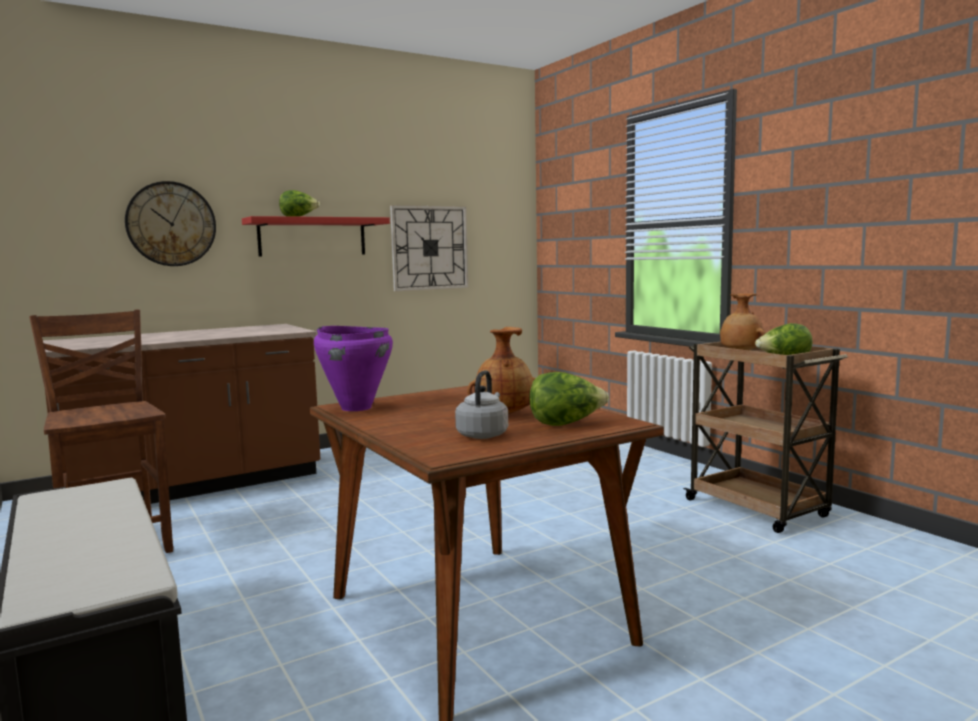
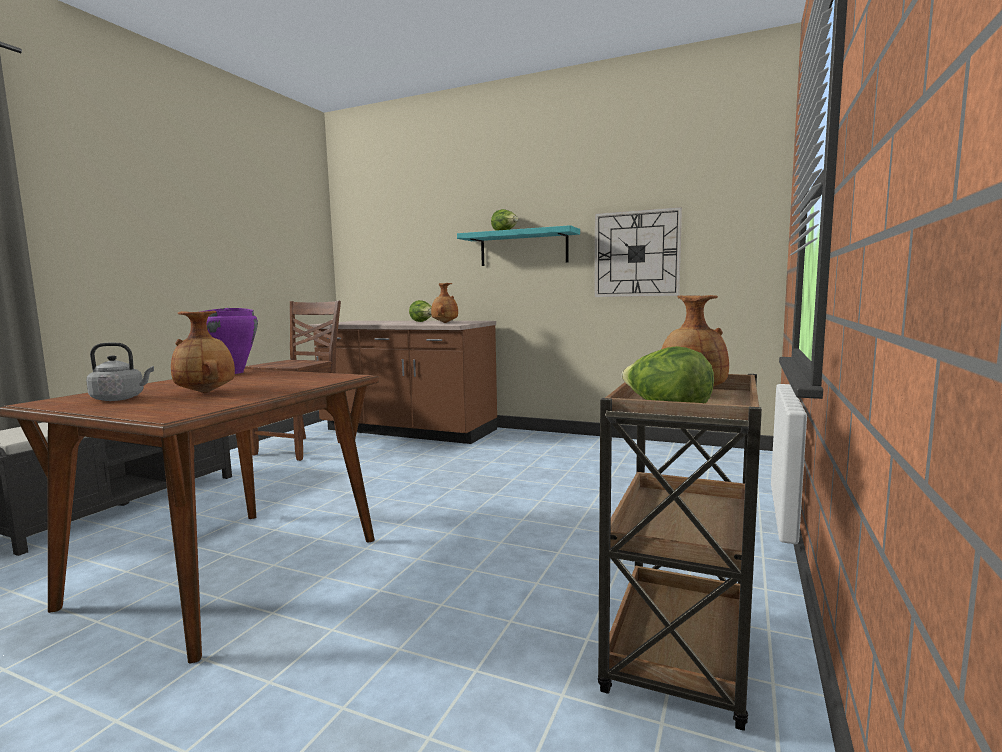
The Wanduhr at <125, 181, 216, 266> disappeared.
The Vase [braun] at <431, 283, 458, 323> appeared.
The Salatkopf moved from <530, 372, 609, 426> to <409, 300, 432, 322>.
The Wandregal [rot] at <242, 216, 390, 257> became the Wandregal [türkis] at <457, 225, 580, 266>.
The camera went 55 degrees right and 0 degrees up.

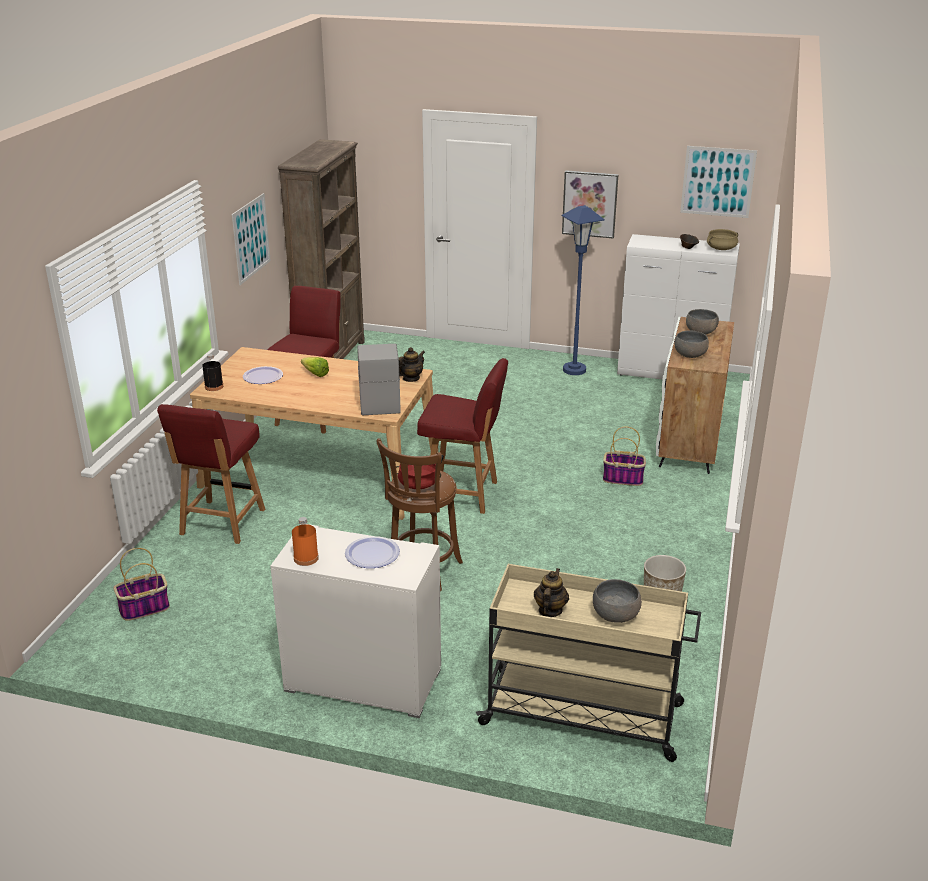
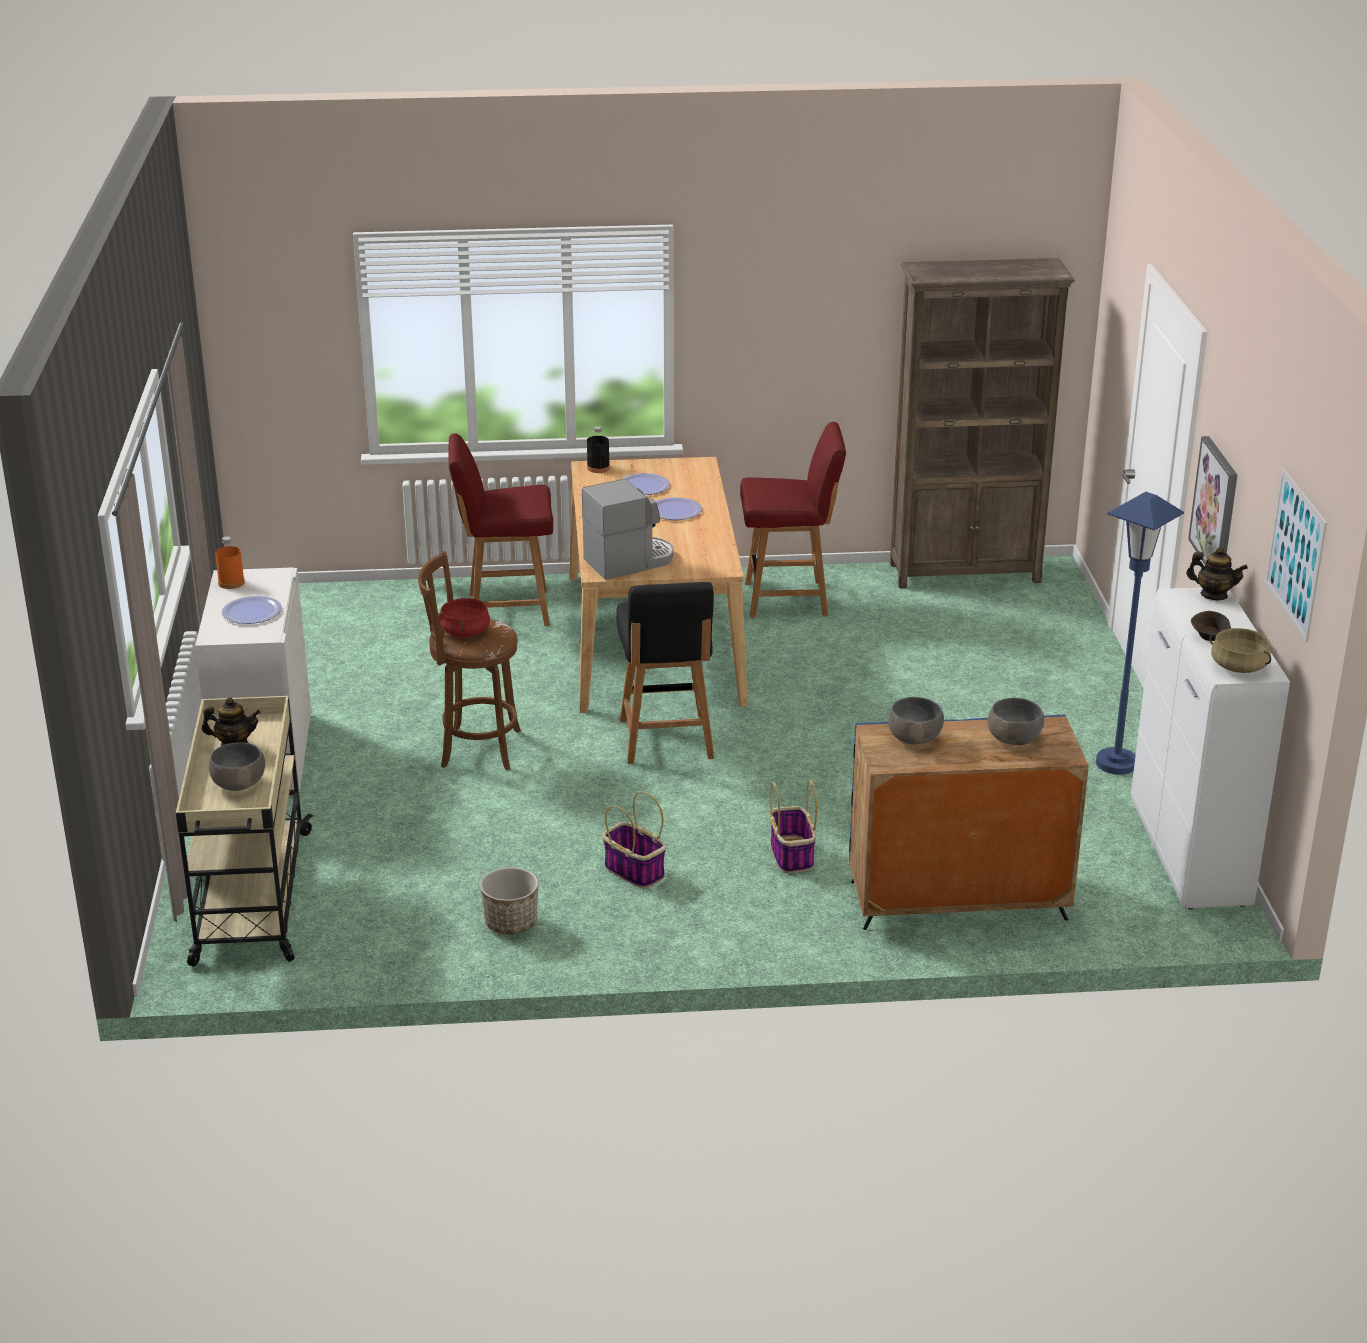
The Bild at <232, 193, 271, 285> disappeared.
The Korb moved from <114, 548, 170, 621> to <602, 791, 666, 888>.
The Teekanne moved from <399, 347, 425, 382> to <1186, 547, 1248, 600>.
The Salatkopf at <301, 357, 329, 377> was replaced by the Teller at <656, 497, 702, 520>.
The Stuhl [rot] at <417, 358, 508, 514> became the Stuhl [schwarz] at <616, 582, 714, 764>.
The Schrank [weiß] at <656, 317, 734, 474> became the Schrank [blau] at <849, 714, 1089, 930>.
The camera went 70 degrees right and 0 degrees up.

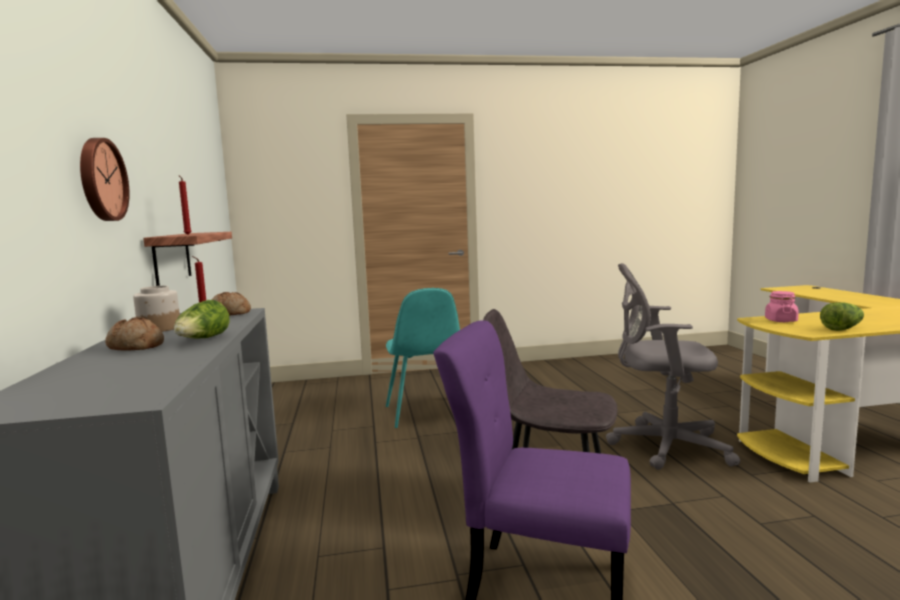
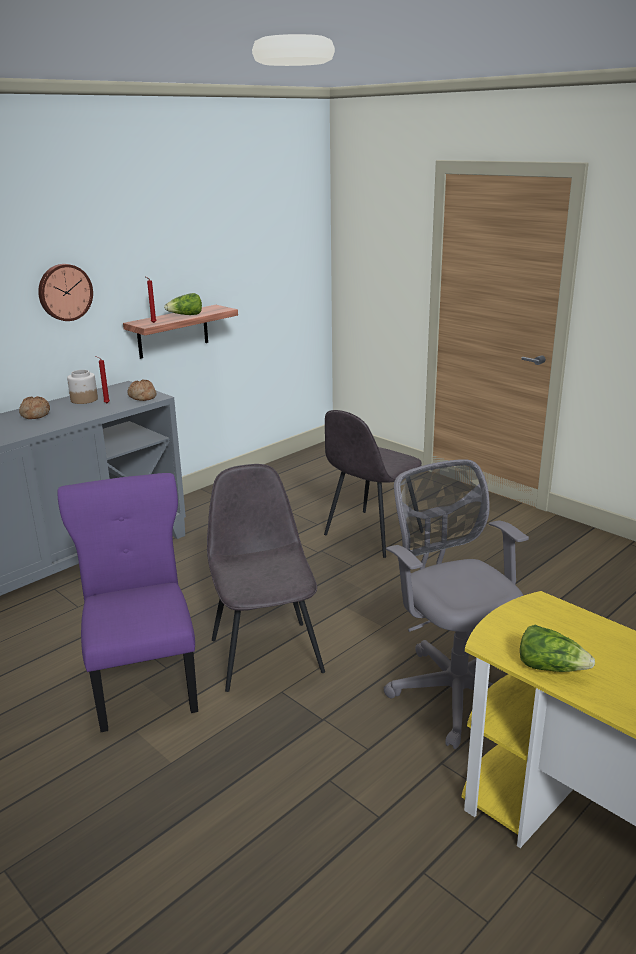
The Vorratsglas [rosa] at <765, 291, 799, 322> disappeared.
The Salatkopf moved from <174, 300, 230, 338> to <164, 293, 202, 315>.
The Stuhl [türkis] at <386, 288, 460, 428> became the Stuhl [grau] at <324, 410, 423, 558>.
The camera went 55 degrees right and 15 degrees up.

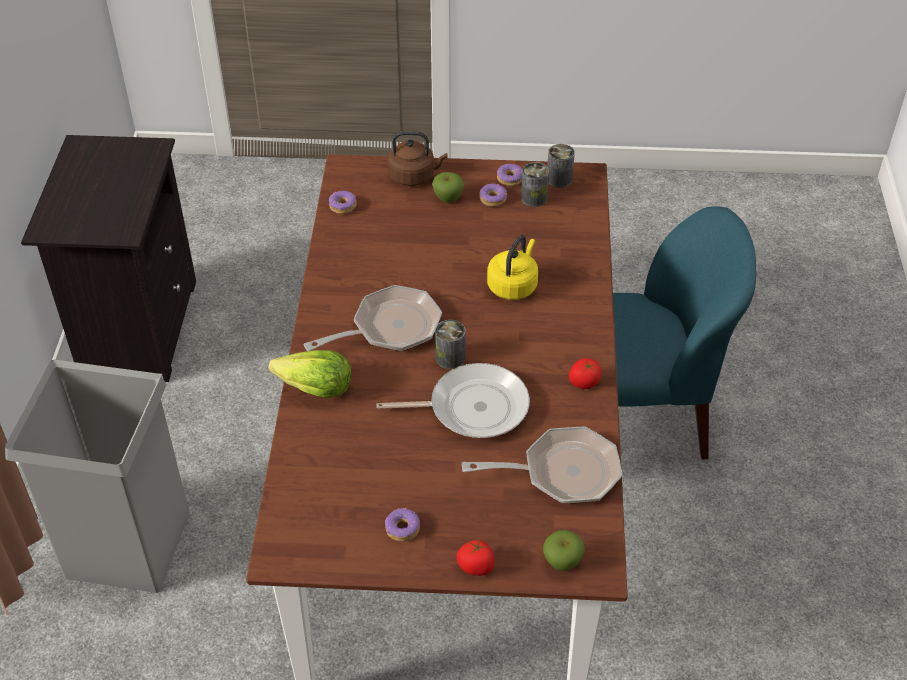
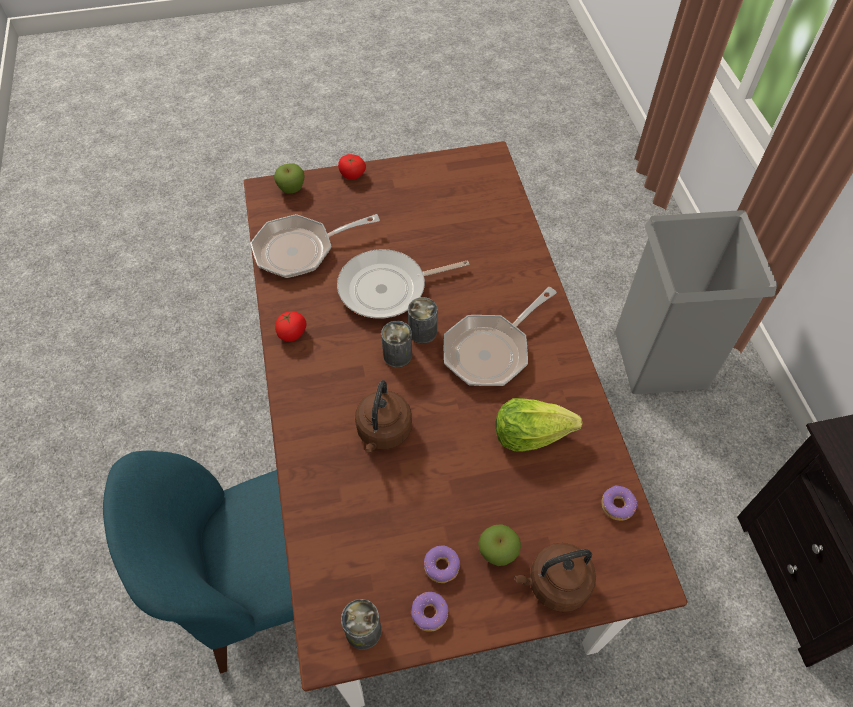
The Donut at <385, 508, 420, 542> disappeared.
The Salatkopf moved from <268, 350, 352, 398> to <496, 398, 583, 452>.
The Dose moved from <521, 162, 549, 207> to <381, 321, 412, 367>.
The Wasserkessel [gelb] at <487, 235, 538, 300> became the Wasserkessel [braun] at <355, 380, 412, 452>.
The camera went 165 degrees right and 10 degrees up.

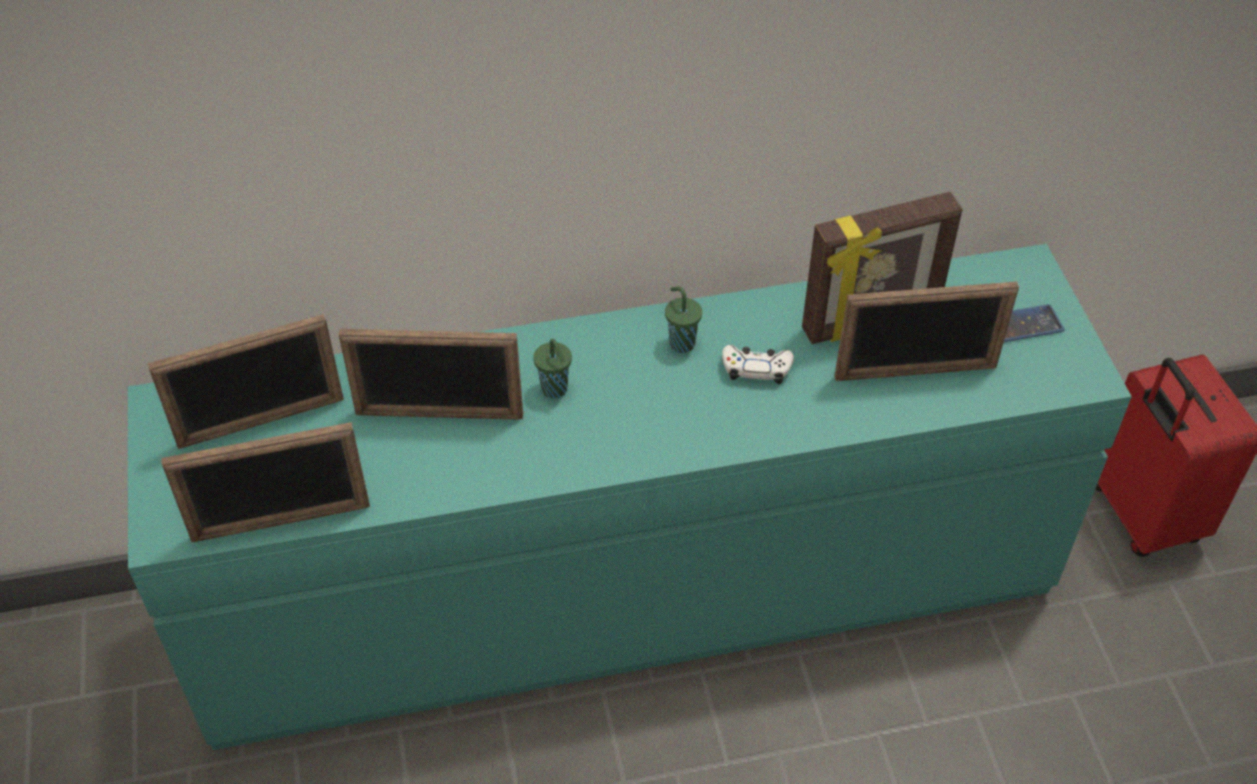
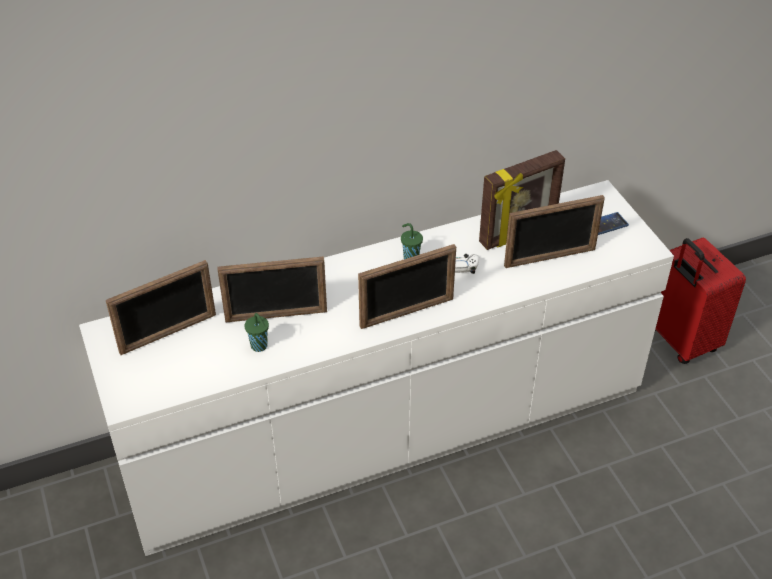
The Bilderrahmen moved from <161, 422, 370, 542> to <358, 244, 456, 329>.
The Tasse [grün] moved from <533, 339, 572, 398> to <244, 313, 269, 352>.
The Kommode [türkis] at <128, 244, 1132, 750> became the Kommode [weiß] at <79, 180, 674, 556>.
The camera went 10 degrees left and 5 degrees down.

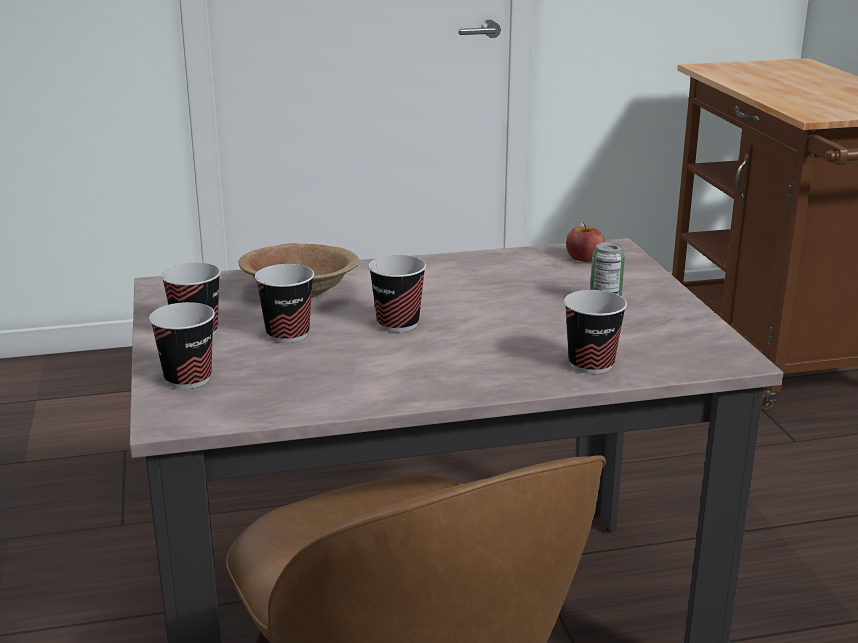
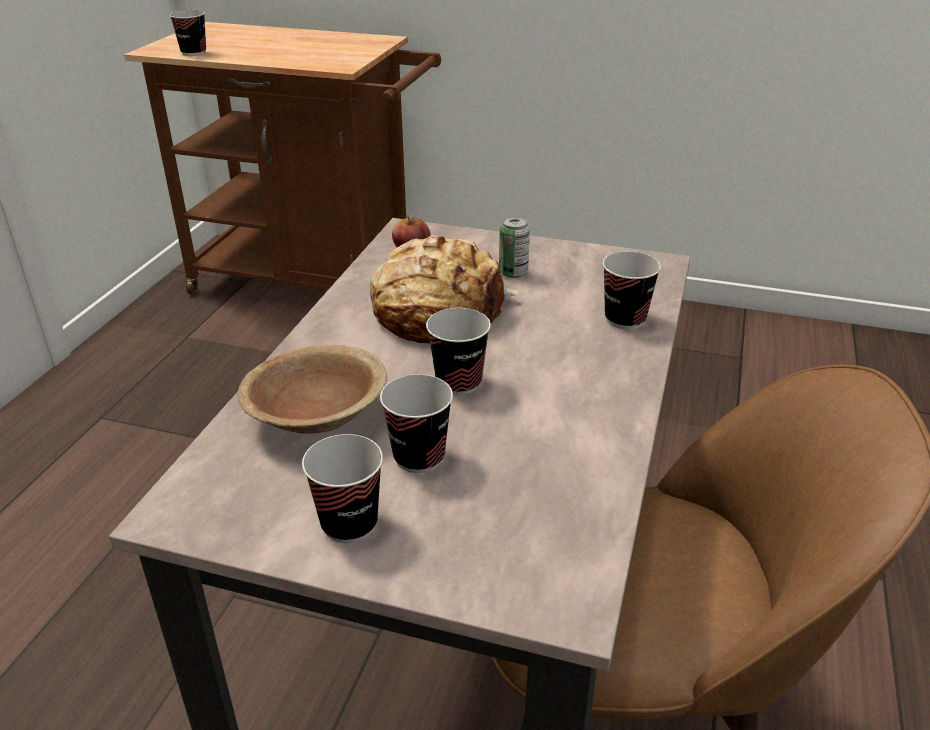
The Brot at <370, 235, 519, 343> appeared.
The Tasse moved from <149, 302, 215, 389> to <169, 10, 206, 56>.
The camera went 60 degrees left and 10 degrees up.

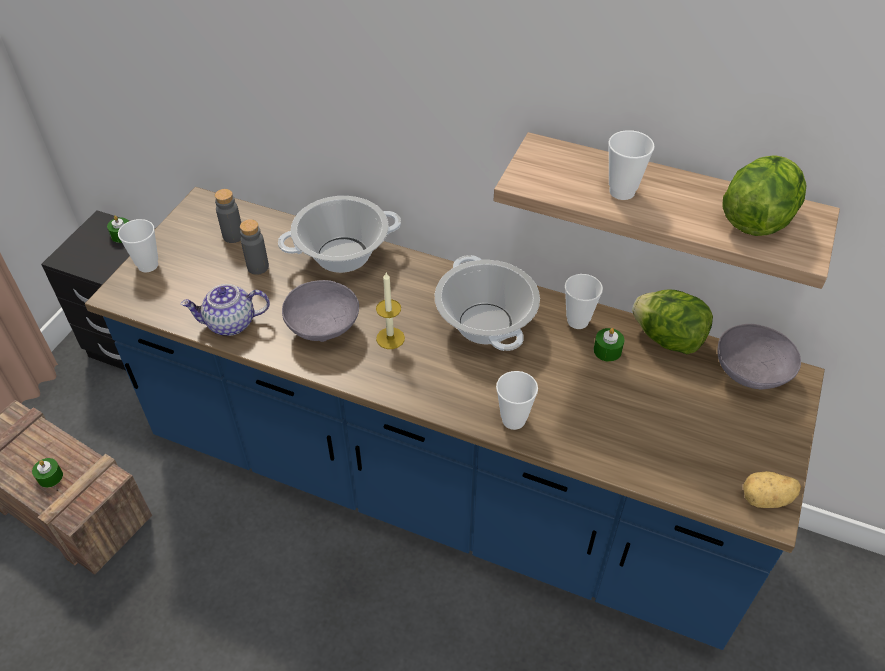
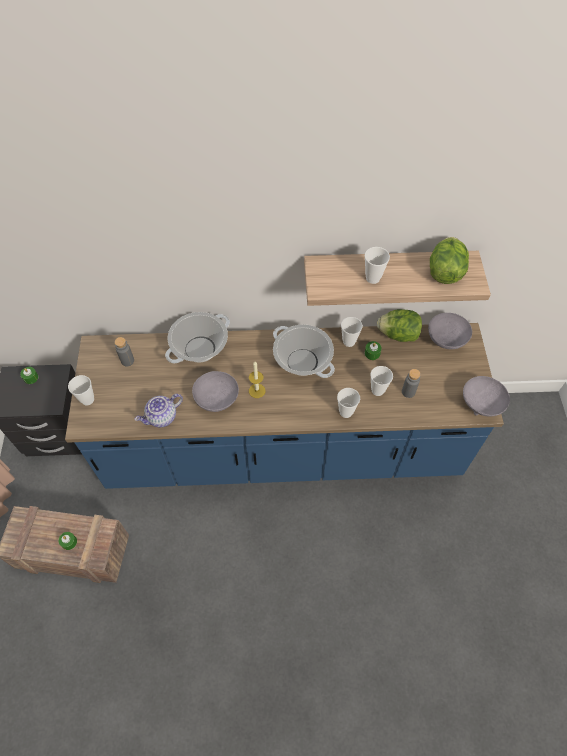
The Tasse at <370, 366, 393, 396> appeared.
The Flasche [grau] moved from <240, 219, 269, 275> to <402, 369, 421, 398>.
The Kartoffel at <743, 471, 801, 508> was replaced by the Schüssel [grau] at <463, 376, 510, 417>.
The camera went 25 degrees left and 10 degrees up.

